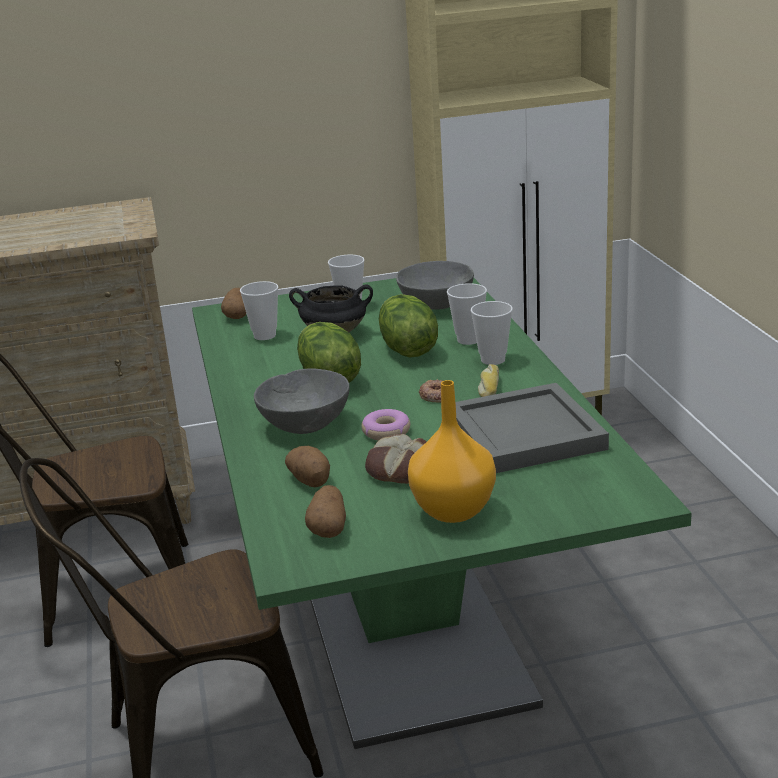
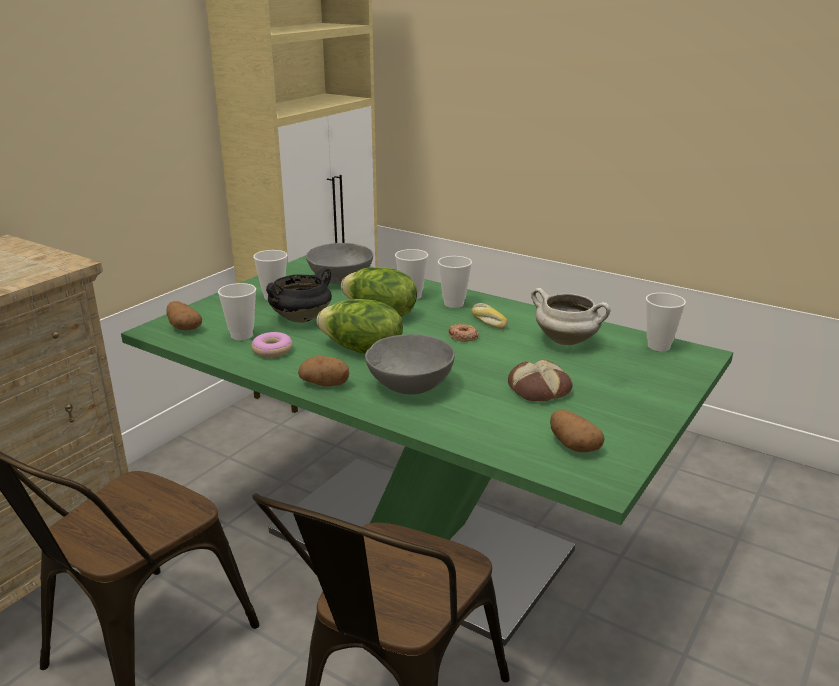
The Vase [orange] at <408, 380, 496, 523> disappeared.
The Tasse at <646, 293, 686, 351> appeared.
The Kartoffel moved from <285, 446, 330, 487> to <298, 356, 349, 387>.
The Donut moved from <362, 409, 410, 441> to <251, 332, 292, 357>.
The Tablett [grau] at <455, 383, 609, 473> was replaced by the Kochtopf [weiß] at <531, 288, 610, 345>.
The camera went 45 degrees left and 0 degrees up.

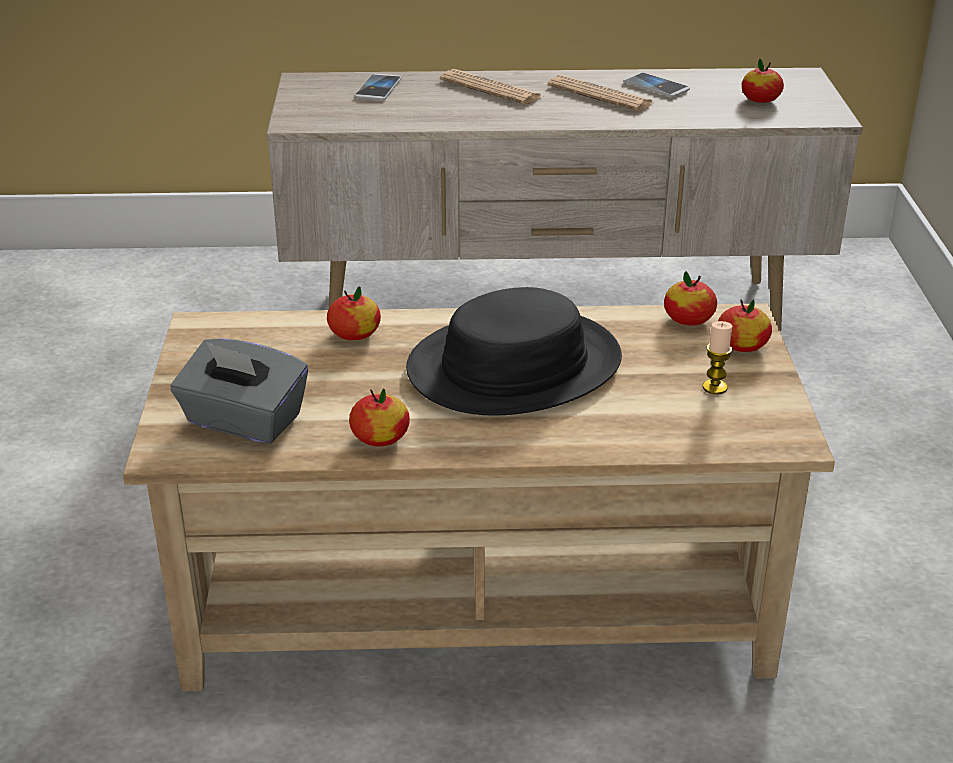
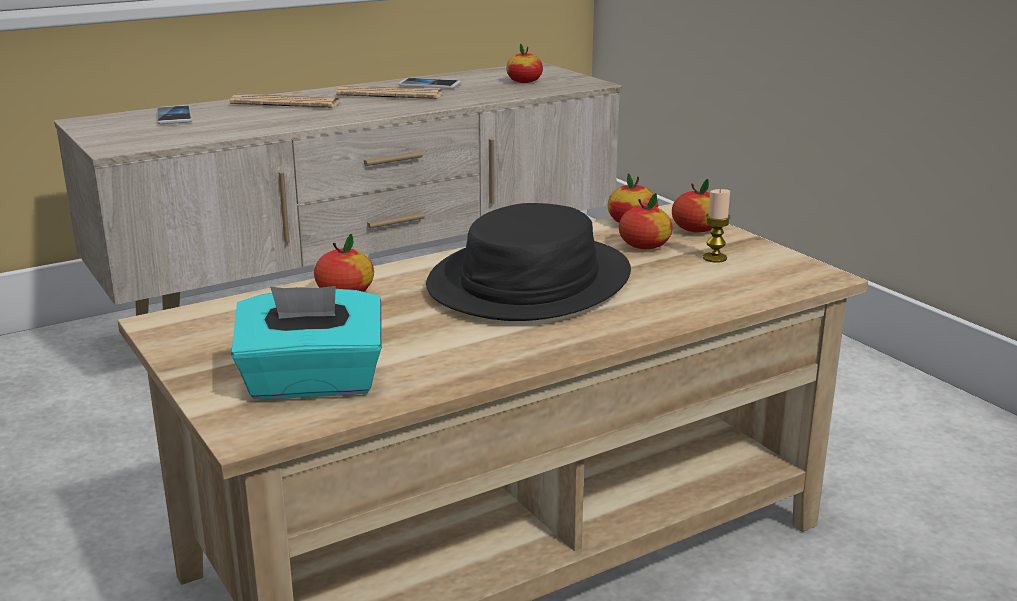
The Apfel moved from <349, 389, 410, 446> to <619, 193, 673, 249>.
The Taschentuchbox [grau] at <170, 338, 308, 444> became the Taschentuchbox [türkis] at <231, 286, 382, 400>.
The camera went 30 degrees left and 10 degrees down.

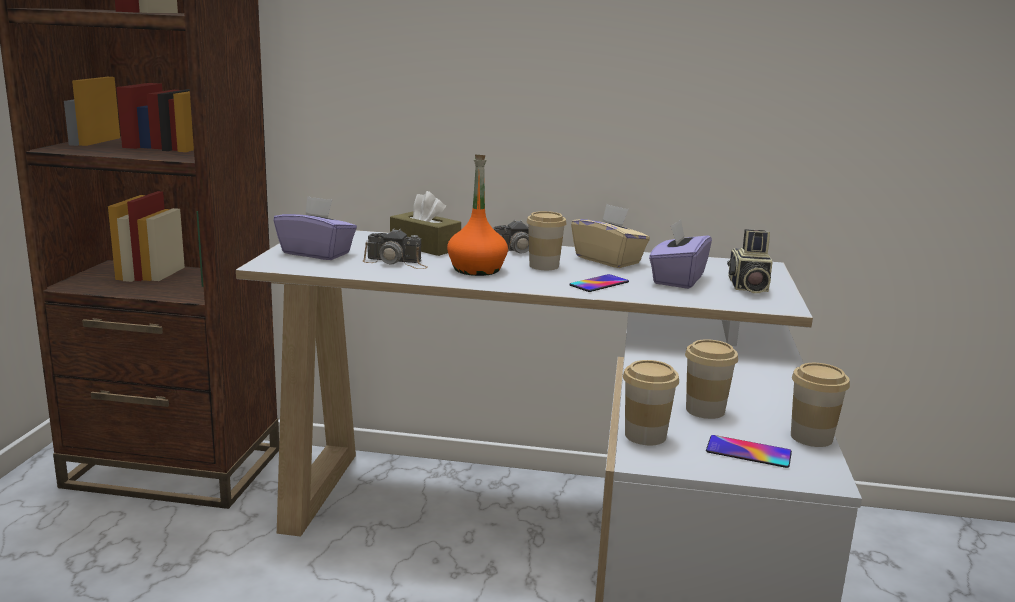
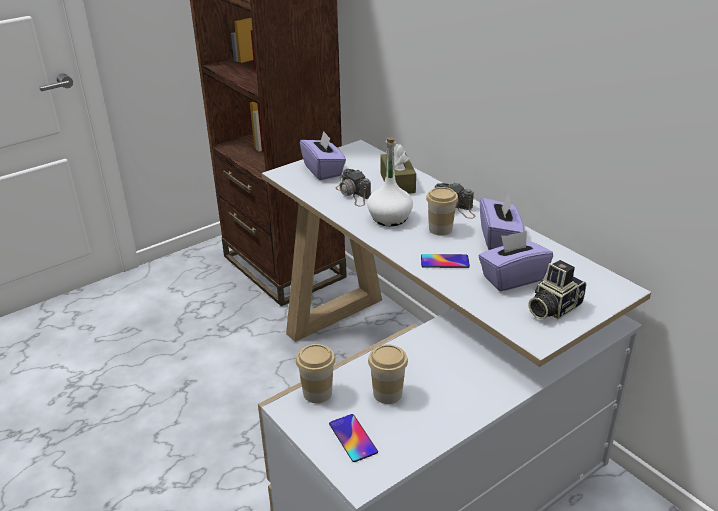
The Tasse at <791, 363, 850, 447> disappeared.
The Flasche [orange] at <447, 155, 508, 276> became the Flasche [weiß] at <367, 137, 413, 226>.
The Taschentuchbox [beige] at <571, 204, 650, 268> became the Taschentuchbox [lila] at <480, 193, 525, 250>.
The camera went 45 degrees right and 15 degrees up.

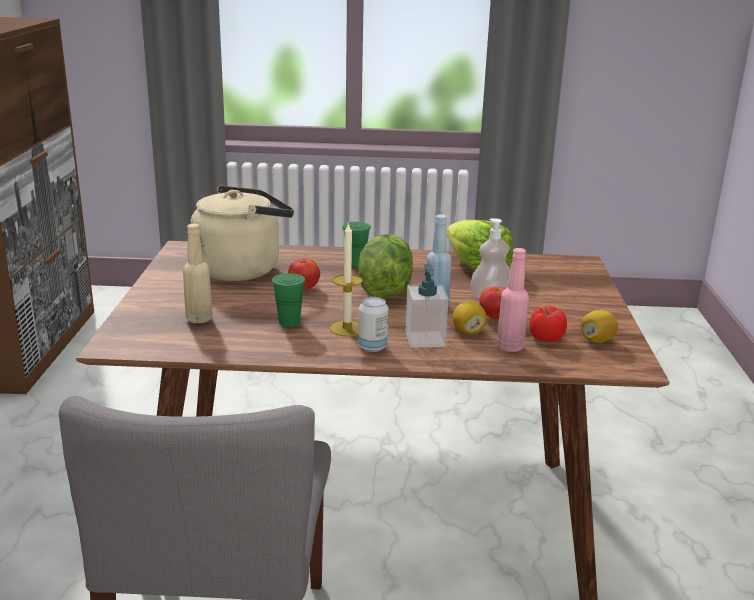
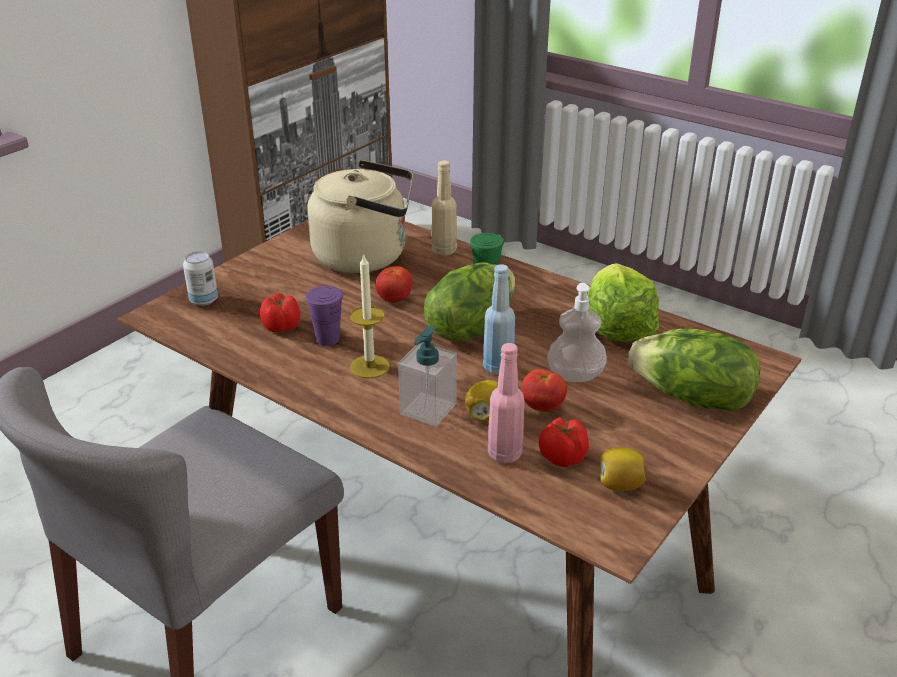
The Tomate at <260, 293, 300, 332> appeared.
The Salatkopf at <629, 328, 760, 411> appeared.
The Flasche [beige] moved from <183, 224, 213, 323> to <432, 160, 457, 256>.
The Dose moved from <358, 297, 388, 352> to <183, 251, 218, 306>.
The Tasse [grün] at <272, 273, 306, 327> became the Tasse [lila] at <305, 286, 343, 346>.
The camera went 35 degrees right and 10 degrees up.

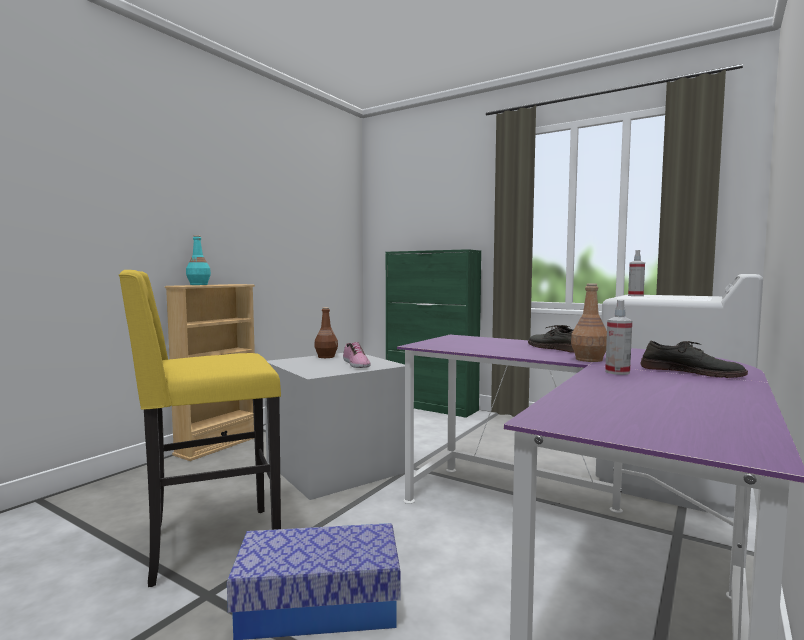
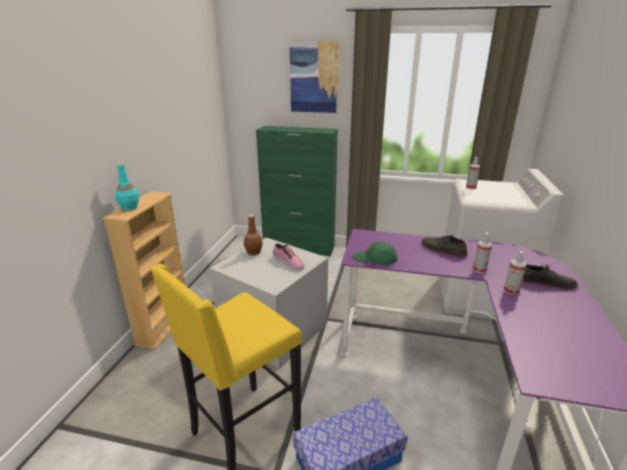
The Bild at <289, 41, 340, 113> appeared.
The Kappe [grün] at <354, 242, 397, 265> appeared.
The Flasche [braun] at <571, 283, 607, 362> was replaced by the Sprühflasche at <473, 233, 492, 274>.
The camera went 20 degrees left and 20 degrees up.

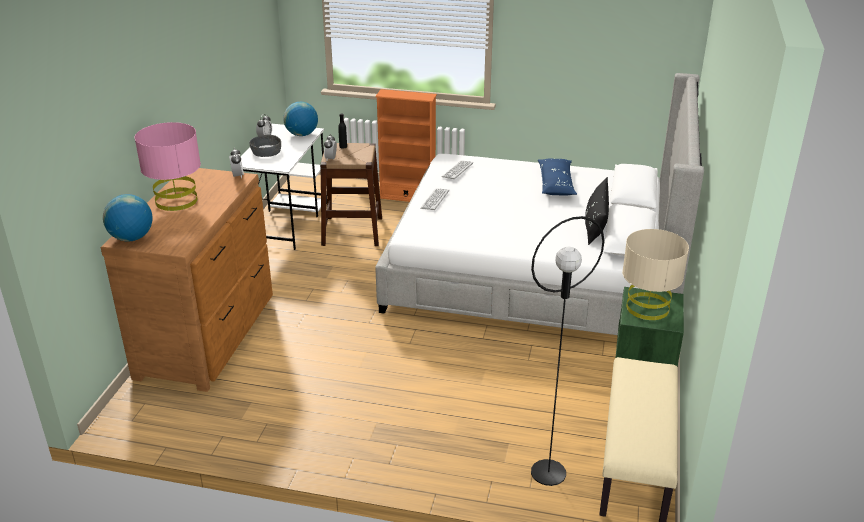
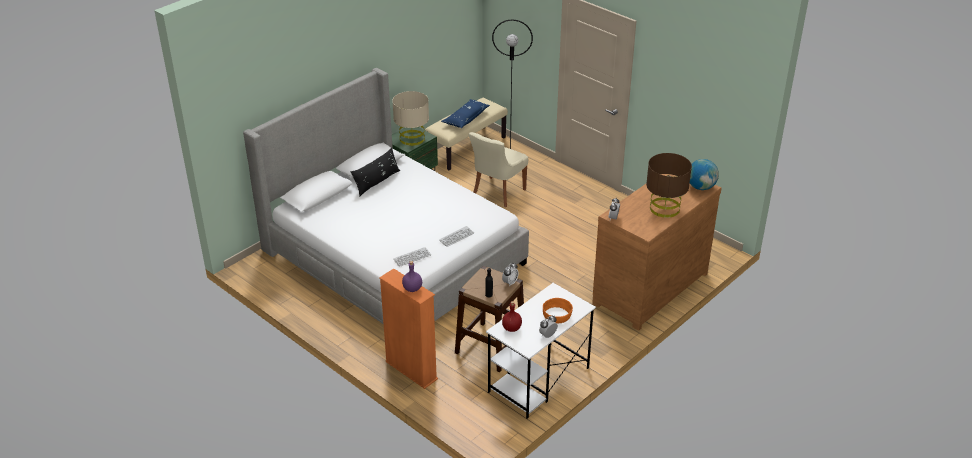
The Flasche [lila] at <402, 261, 422, 292> appeared.
The Stuhl [beige] at <468, 132, 528, 207> appeared.
The Kissen [blau] moved from <538, 159, 577, 196> to <441, 99, 490, 128>.
The Globus at <283, 102, 318, 136> was replaced by the Flasche [rot] at <502, 301, 522, 332>.
The Tischlampe [rosa] at <135, 122, 201, 211> became the Tischlampe [braun] at <646, 153, 692, 218>.
The Schüssel [grau] at <249, 135, 281, 157> became the Schüssel [orange] at <543, 298, 573, 323>.
The camera went 150 degrees left and 5 degrees up.

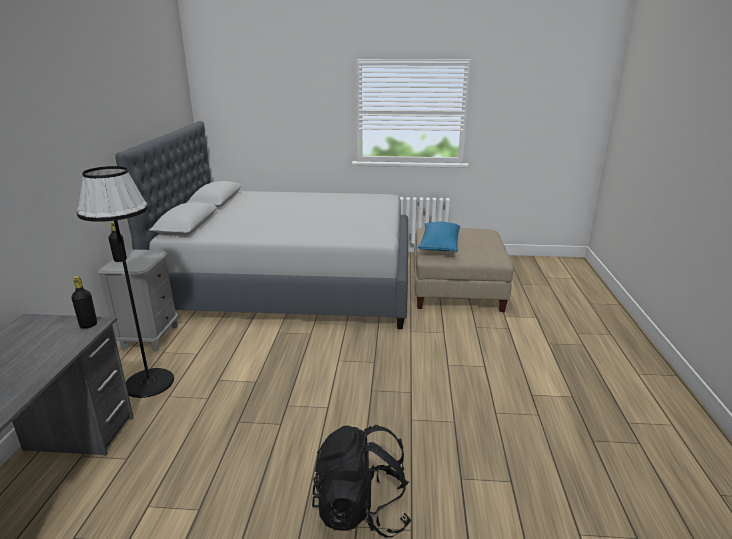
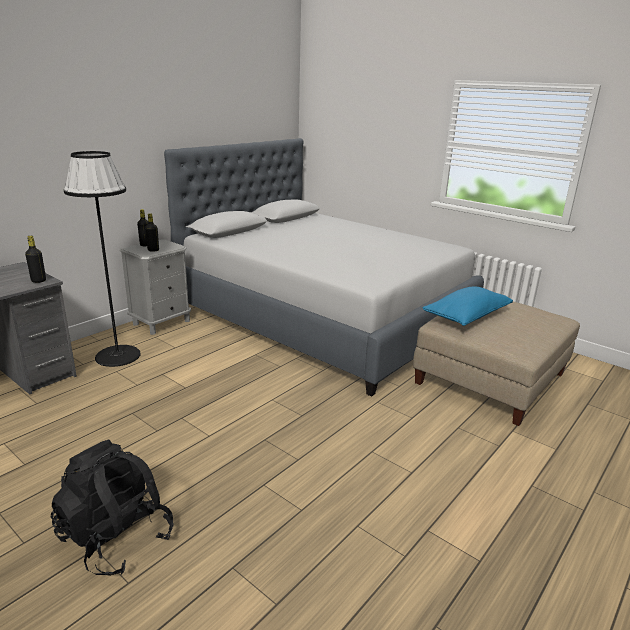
The Flasche [schwarz] at <145, 213, 159, 252> appeared.
The camera went 35 degrees right and 0 degrees up.

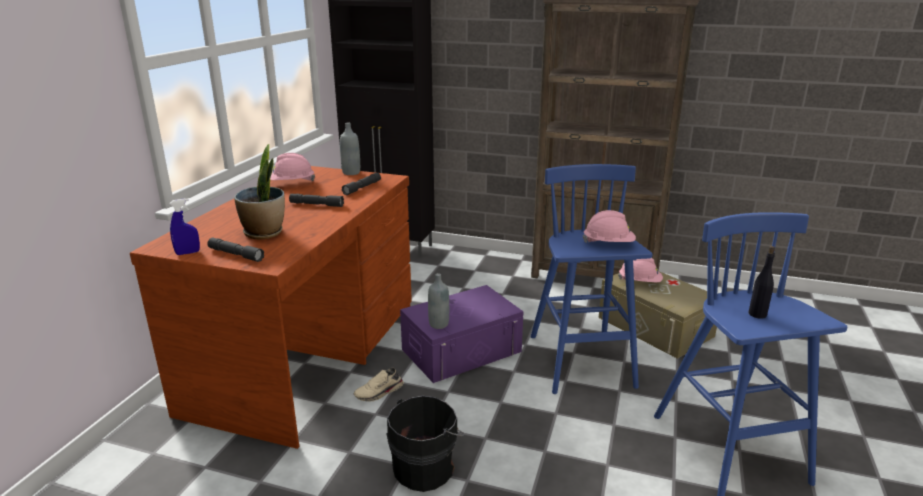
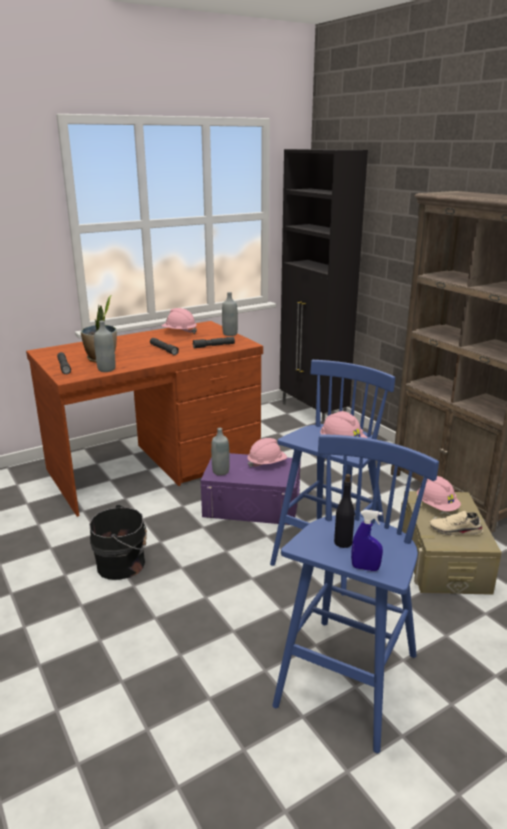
The Flasche [grau] at <94, 321, 115, 372> appeared.
The Schutzhelm [rosa] at <247, 438, 287, 468> appeared.
The Sprühflasche [blau] moved from <170, 198, 200, 255> to <351, 510, 383, 571>.
The Schuh [beige] moved from <354, 368, 404, 402> to <429, 511, 483, 536>.
The camera went 40 degrees right and 0 degrees up.

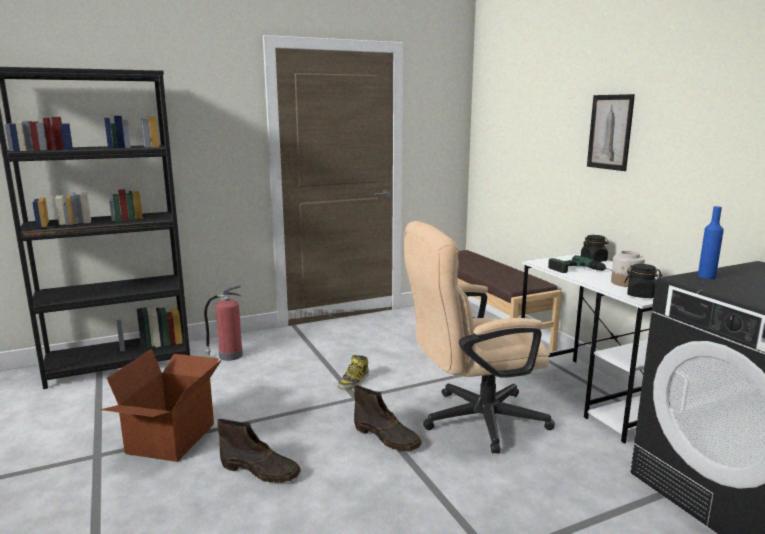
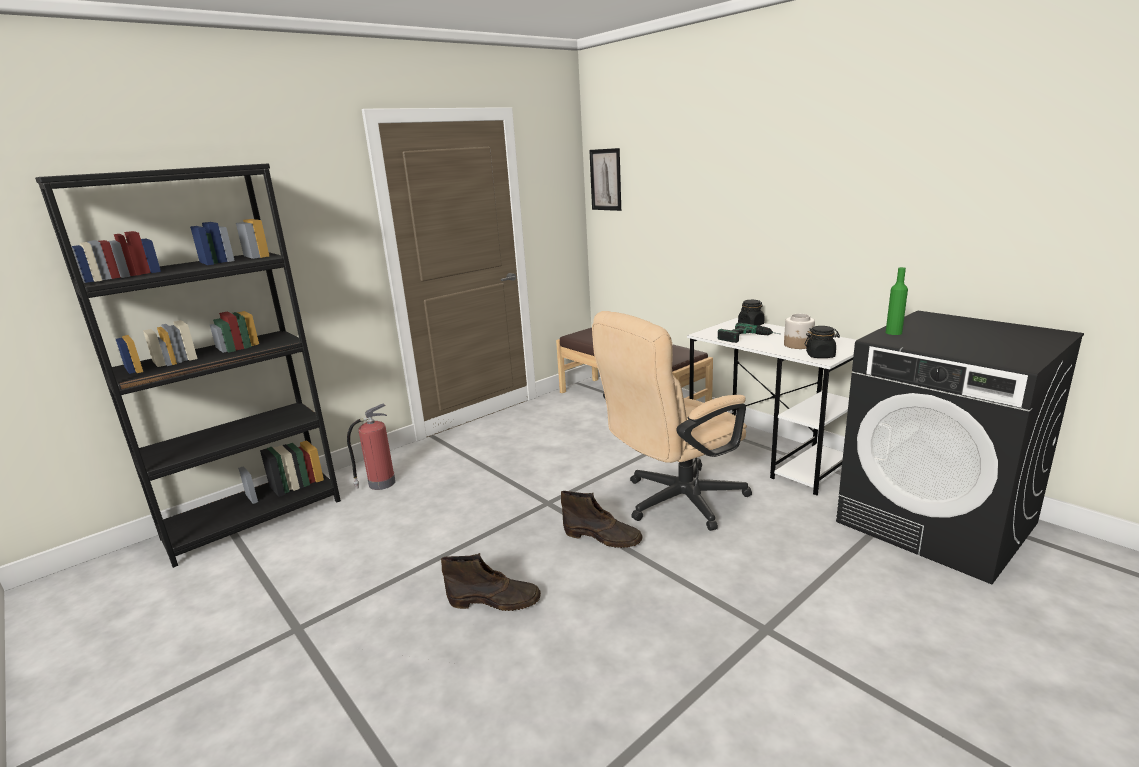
The Karton at <100, 349, 222, 462> disappeared.
The Stiefel at <338, 355, 369, 390> disappeared.
The Bild moved from <587, 94, 635, 171> to <589, 148, 621, 211>.
The Flasche [blau] at <698, 206, 724, 279> became the Flasche [grün] at <886, 267, 908, 335>.
The camera went 15 degrees left and 5 degrees up.

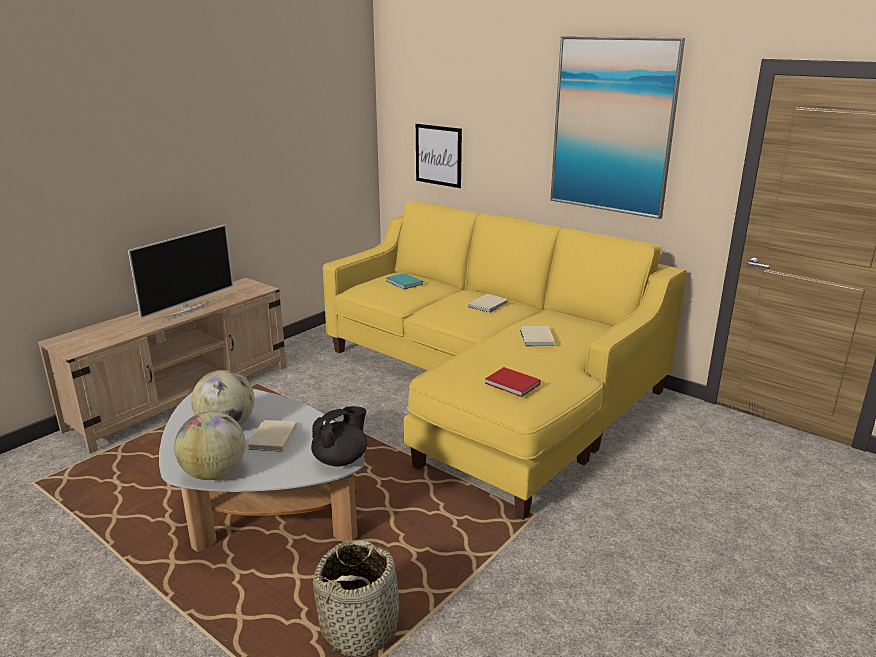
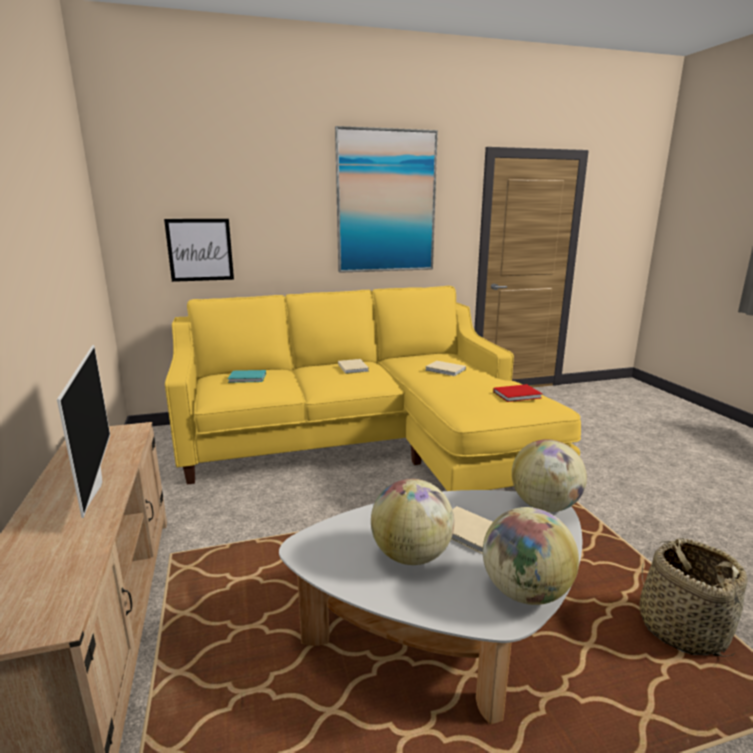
The Teekanne [schwarz] at <311, 406, 367, 466> was replaced by the Globus at <512, 439, 587, 512>.
The camera went 55 degrees left and 5 degrees down.

